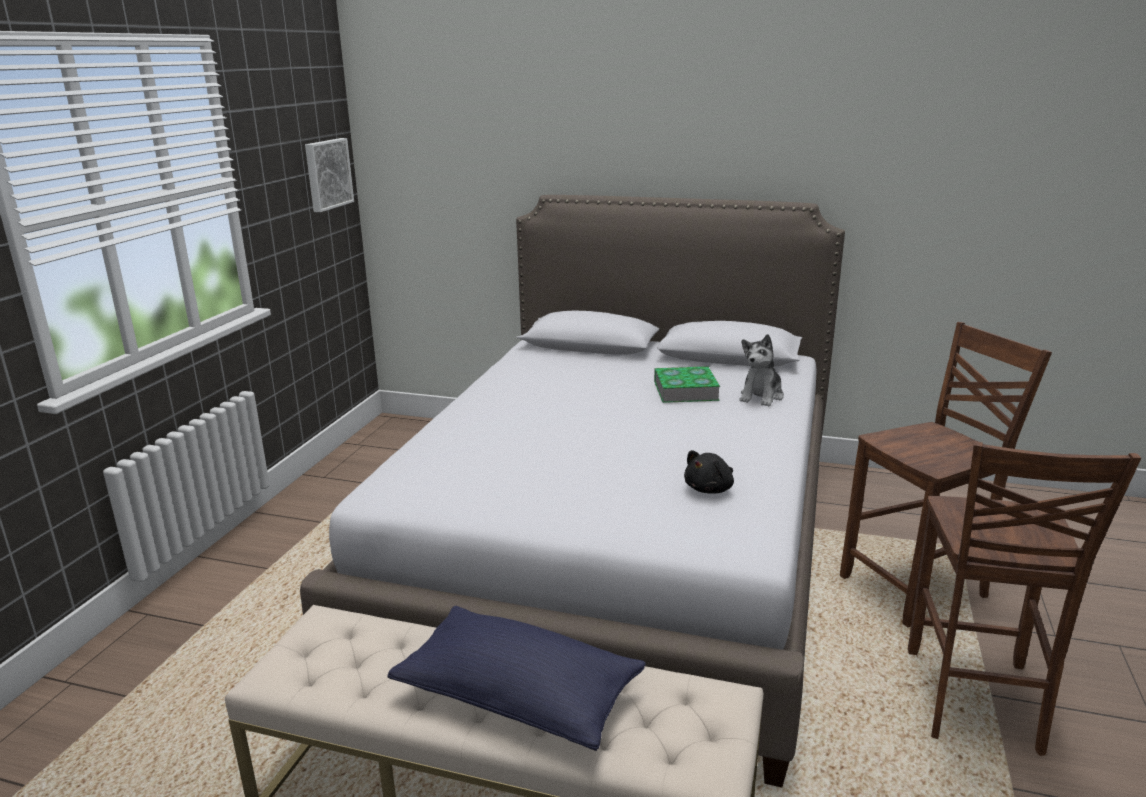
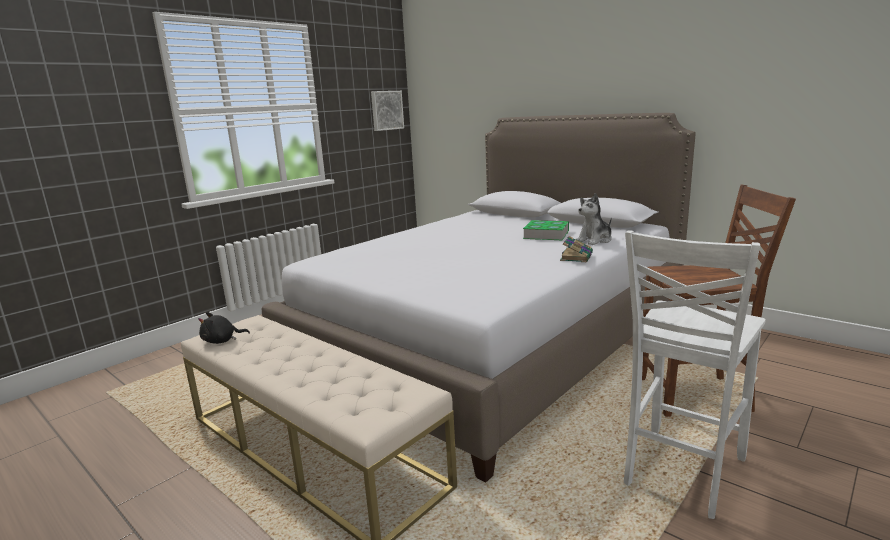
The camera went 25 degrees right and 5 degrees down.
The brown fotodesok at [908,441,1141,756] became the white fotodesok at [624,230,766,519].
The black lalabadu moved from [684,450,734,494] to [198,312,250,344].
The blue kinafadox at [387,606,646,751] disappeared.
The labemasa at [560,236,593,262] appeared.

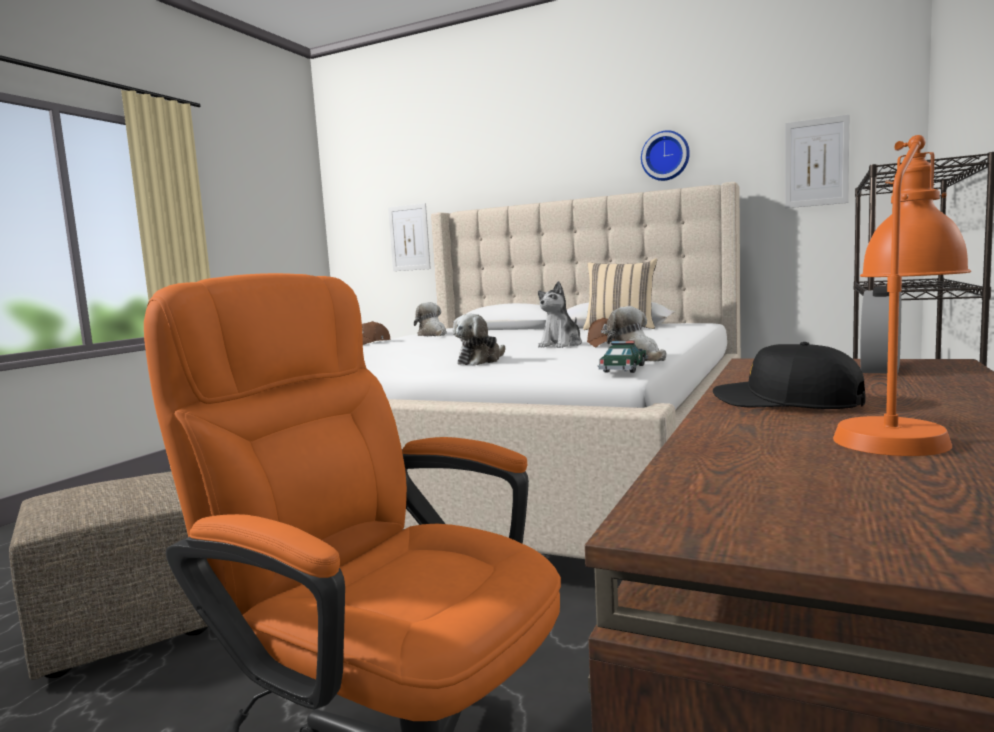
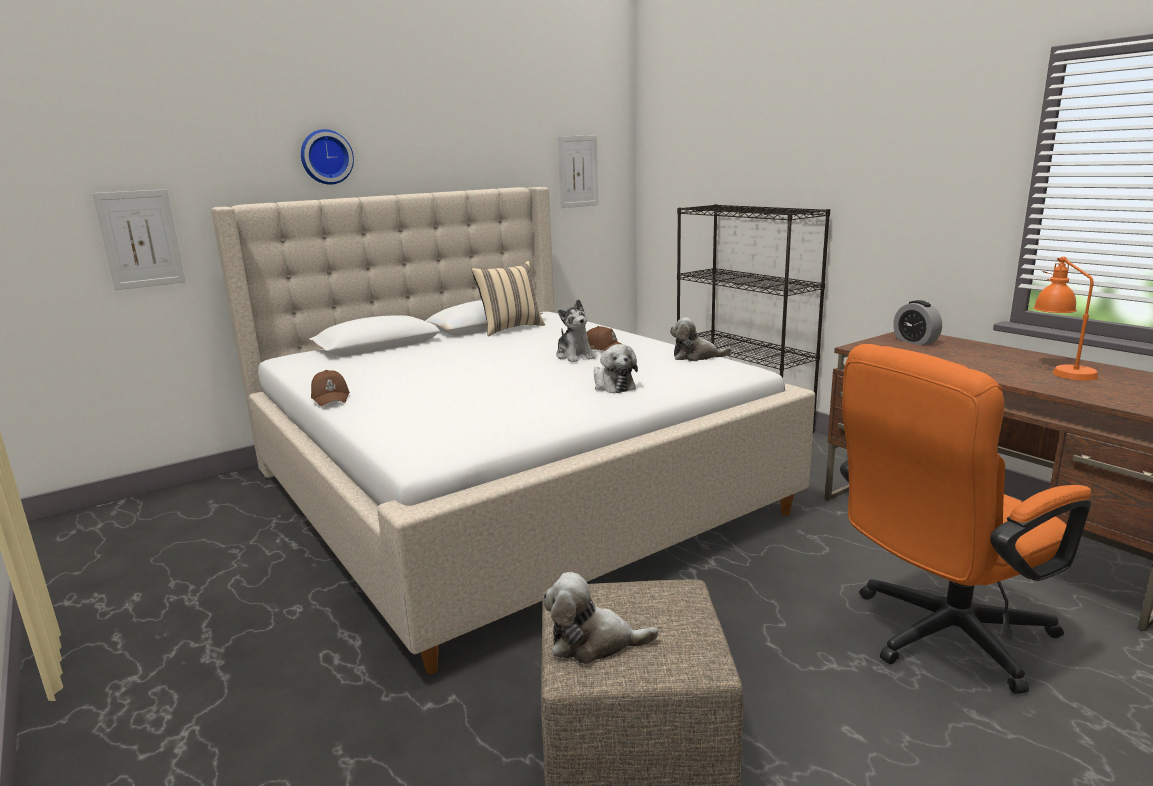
The camera went 60 degrees left and 10 degrees up.
The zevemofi moved from [641,130,690,181] to [301,129,354,185].
The lalabadu moved from [414,302,447,336] to [543,572,659,664].
The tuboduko at [598,341,648,373] disappeared.
The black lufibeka at [713,342,865,409] disappeared.

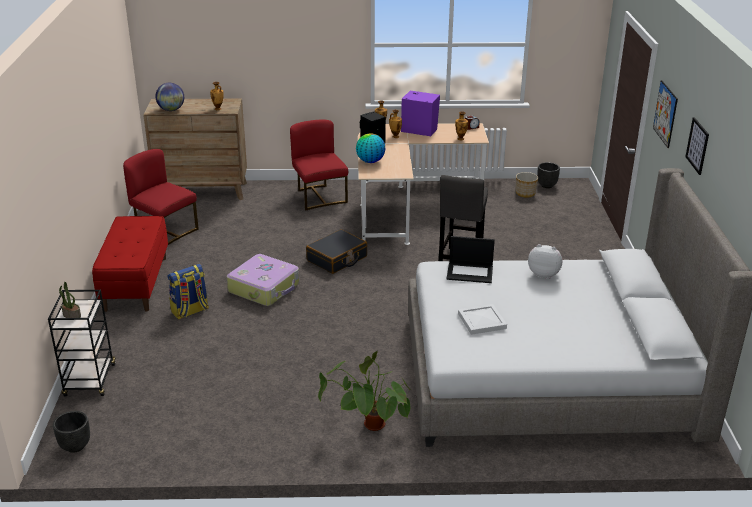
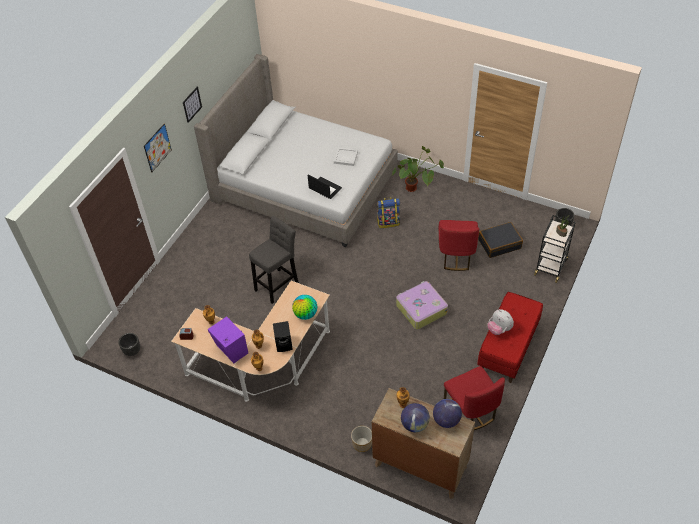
The camera went 150 degrees left and 20 degrees up.
The red fotodesok moved from [290,120,348,210] to [439,220,479,271].
The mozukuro moved from [516,172,538,198] to [351,426,372,452].
The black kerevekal moved from [306,229,367,274] to [478,222,523,258].
The lalabadu moved from [528,244,562,279] to [488,309,514,335].
The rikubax moved from [167,264,209,320] to [377,197,400,228].
The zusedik at [401,403,430,432] appeared.

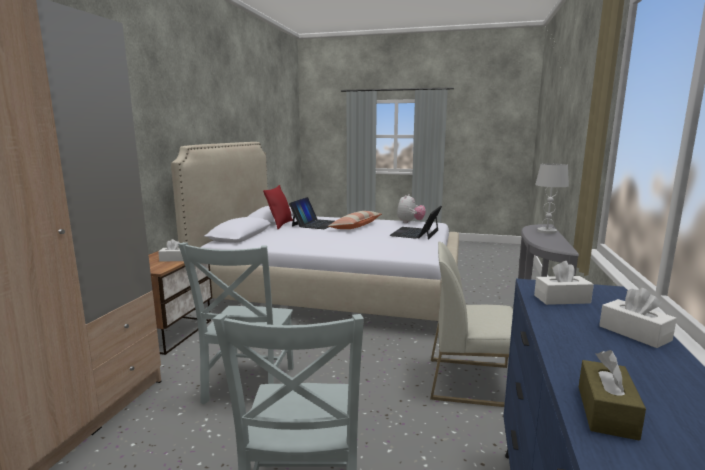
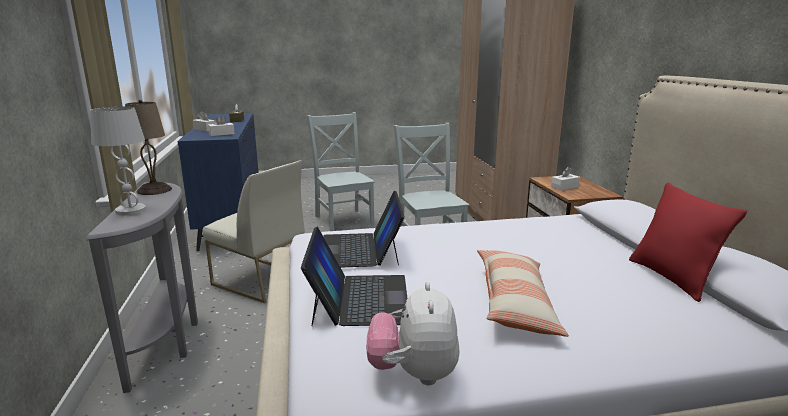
The camera went 155 degrees right and 5 degrees up.
The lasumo moved from [289,197,335,229] to [323,191,405,268].
The white fotodesok at [430,242,513,407] turned 45 degrees clockwise.
The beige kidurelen at [125,100,172,195] appeared.

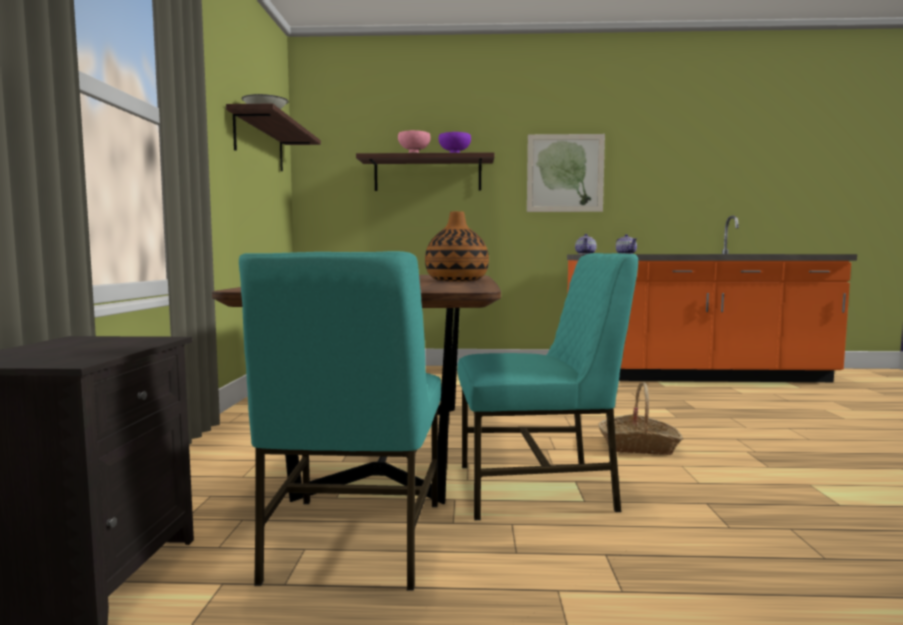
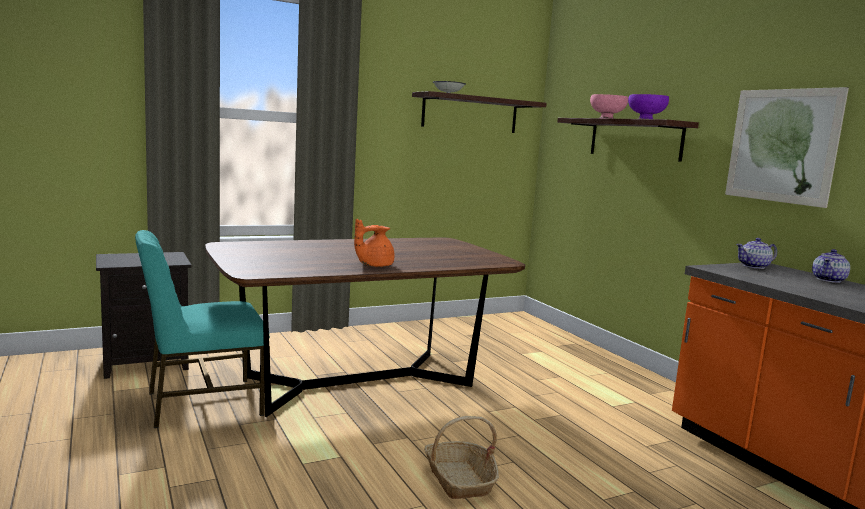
The camera went 60 degrees right and 5 degrees up.
The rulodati at [425,211,489,281] was replaced by the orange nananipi at [354,219,395,267].
The turquoise fotodesok at [457,253,638,520] disappeared.

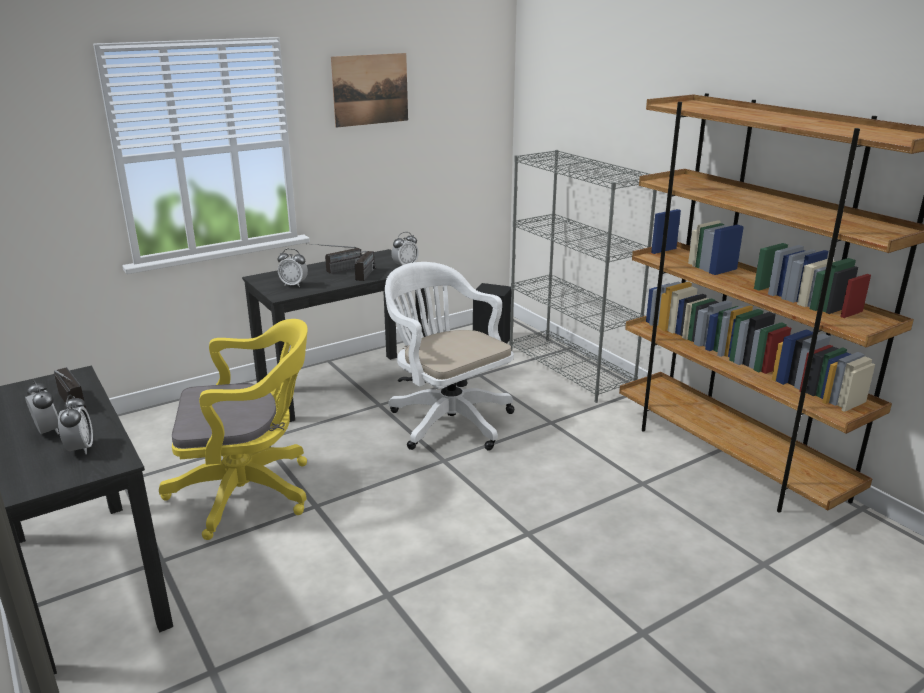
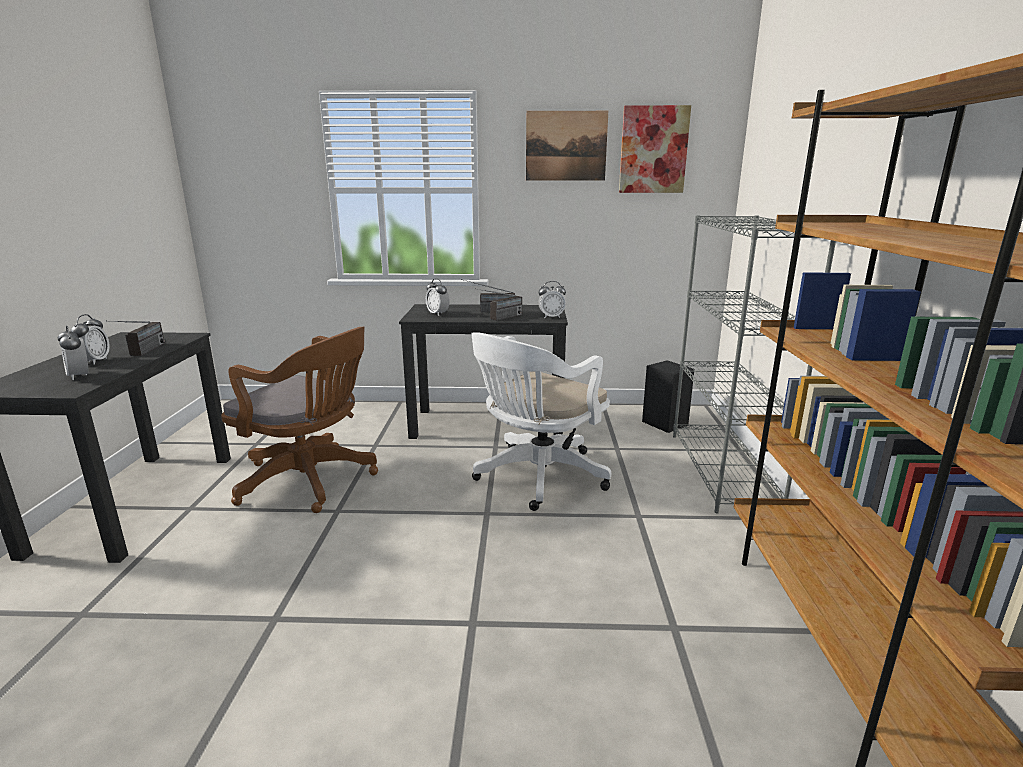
The camera went 35 degrees right and 5 degrees down.
The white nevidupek at [385,262,515,450] turned 135 degrees counterclockwise.
The yellow nevidupek at [159,319,308,540] became the brown nevidupek at [221,327,378,513].
The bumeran at [58,394,93,454] turned 120 degrees clockwise.
The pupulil at [619,105,691,193] appeared.

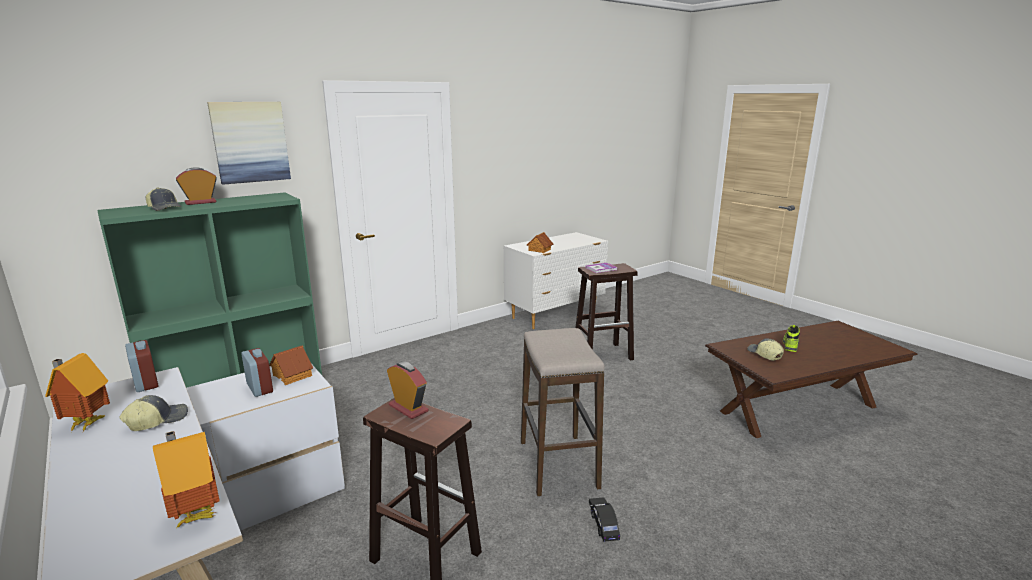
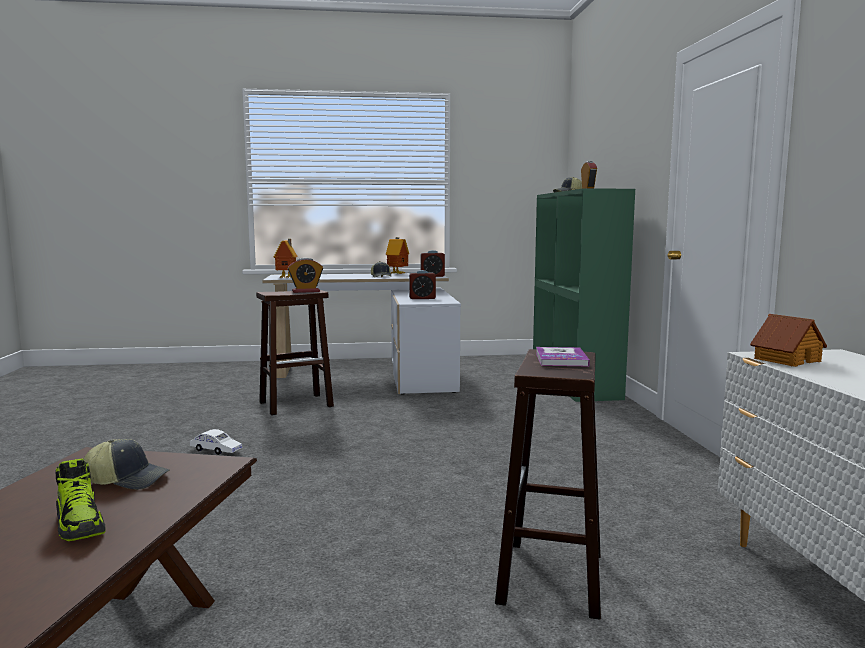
The camera went 120 degrees right and 10 degrees down.
The pupulil at [207,102,291,185] disappeared.
The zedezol at [521,328,605,496] disappeared.
The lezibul at [269,345,313,385] disappeared.
The black tuboduko at [589,497,620,542] became the white tuboduko at [190,429,242,455].

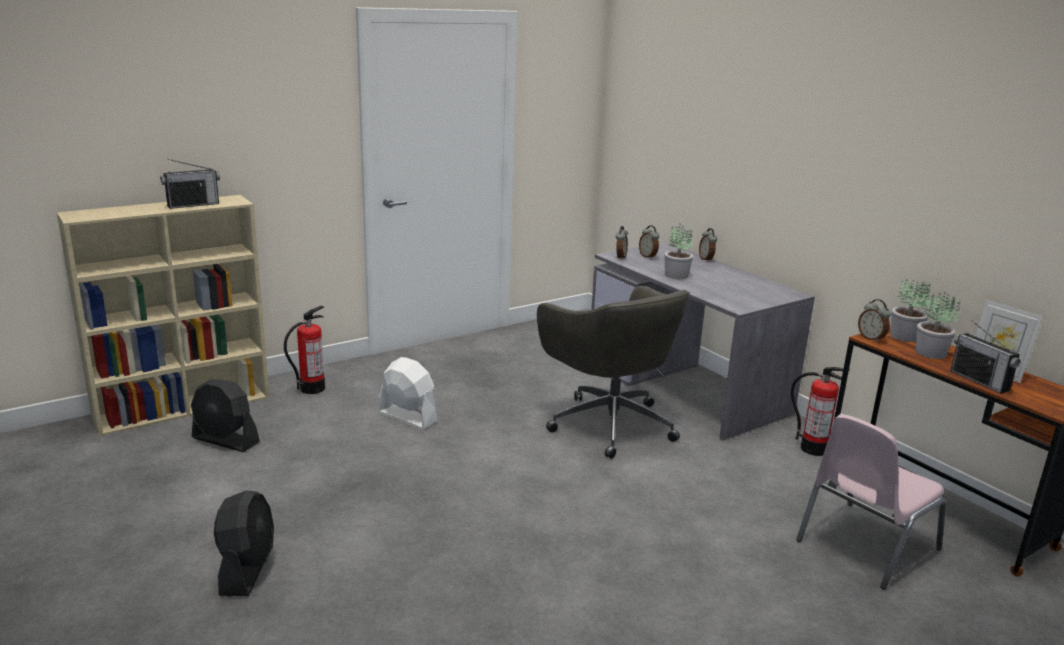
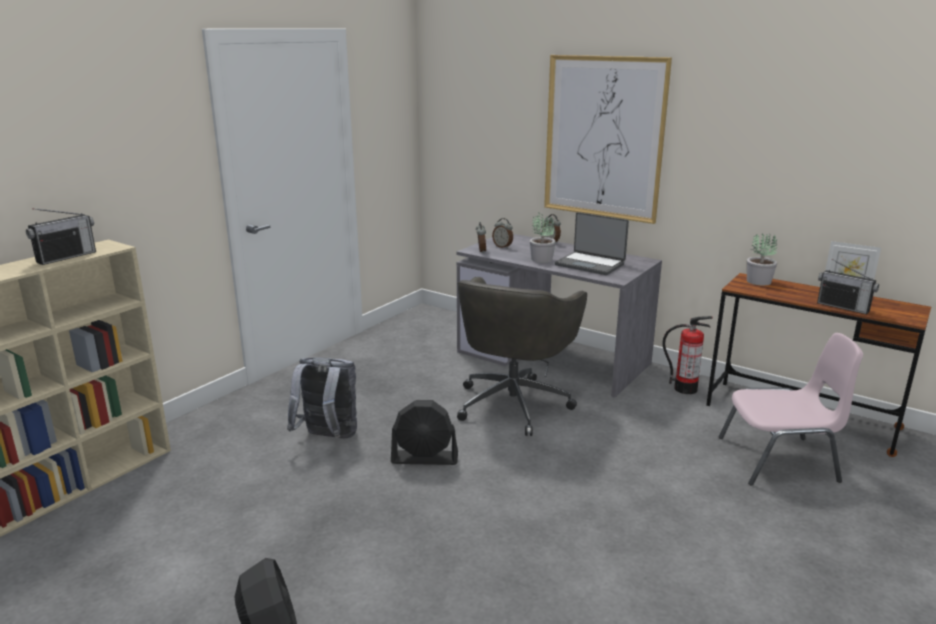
The camera went 20 degrees left and 0 degrees up.
The grey nevidupek at [537,286,690,459] turned 75 degrees clockwise.
The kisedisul at [915,292,960,359] disappeared.
The bumeran at [858,299,891,343] disappeared.
The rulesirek at [284,305,325,394] disappeared.
The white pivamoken at [377,357,438,429] was replaced by the grey rikubax at [287,357,357,439].
The black pivamoken moved from [191,379,260,452] to [391,400,458,465].
The pink fotodesok at [796,414,946,589] turned 120 degrees counterclockwise.
The pupulil at [544,55,672,224] appeared.
The lasumo at [555,212,629,275] appeared.

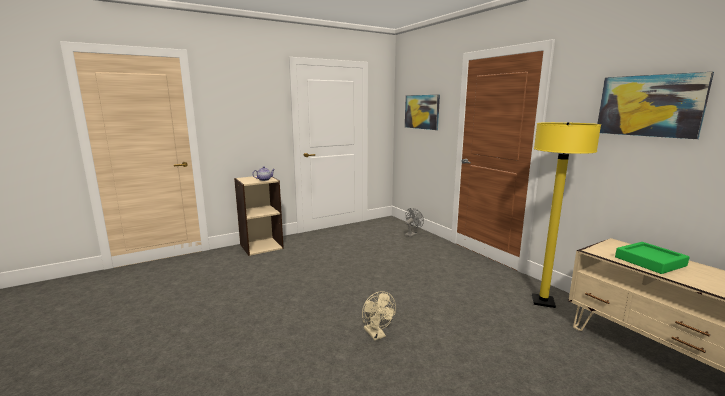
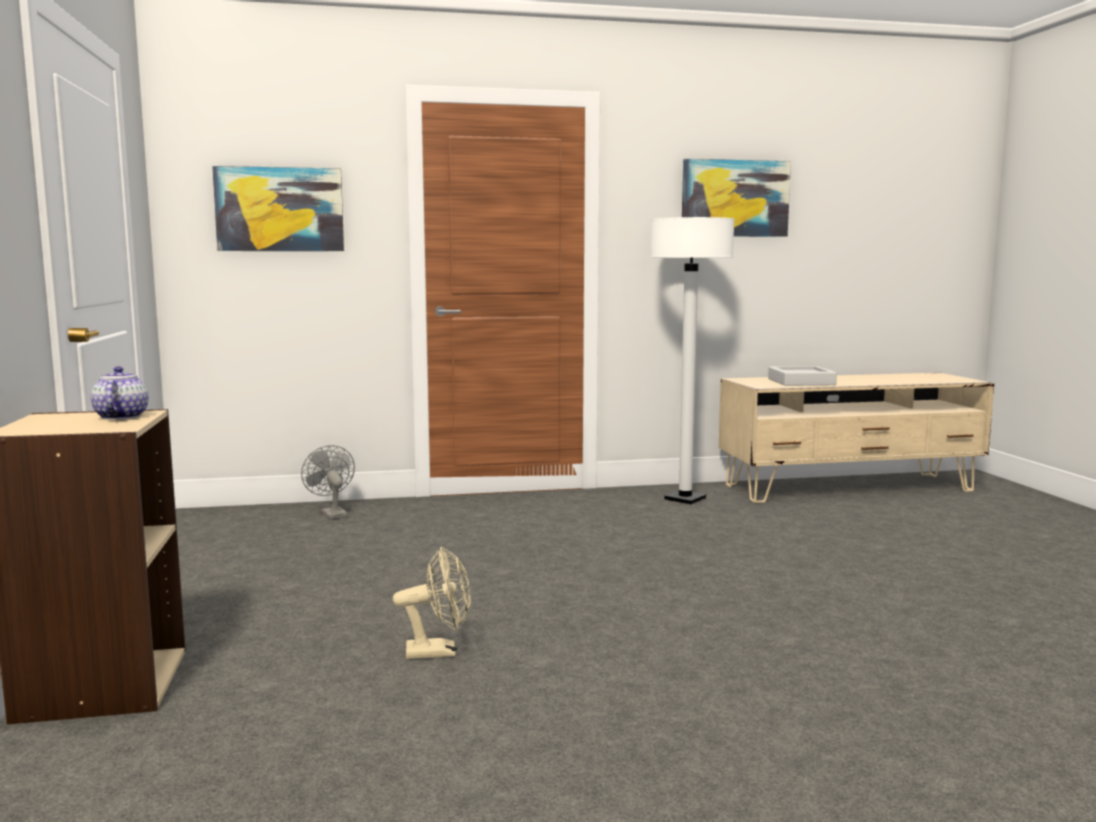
The camera went 70 degrees left and 5 degrees down.
The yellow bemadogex at [532,122,601,308] became the white bemadogex at [650,217,734,504].
The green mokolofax at [615,242,690,274] became the grey mokolofax at [768,366,837,386].
The beige pivamoken moved from [362,291,396,340] to [393,547,471,659].

